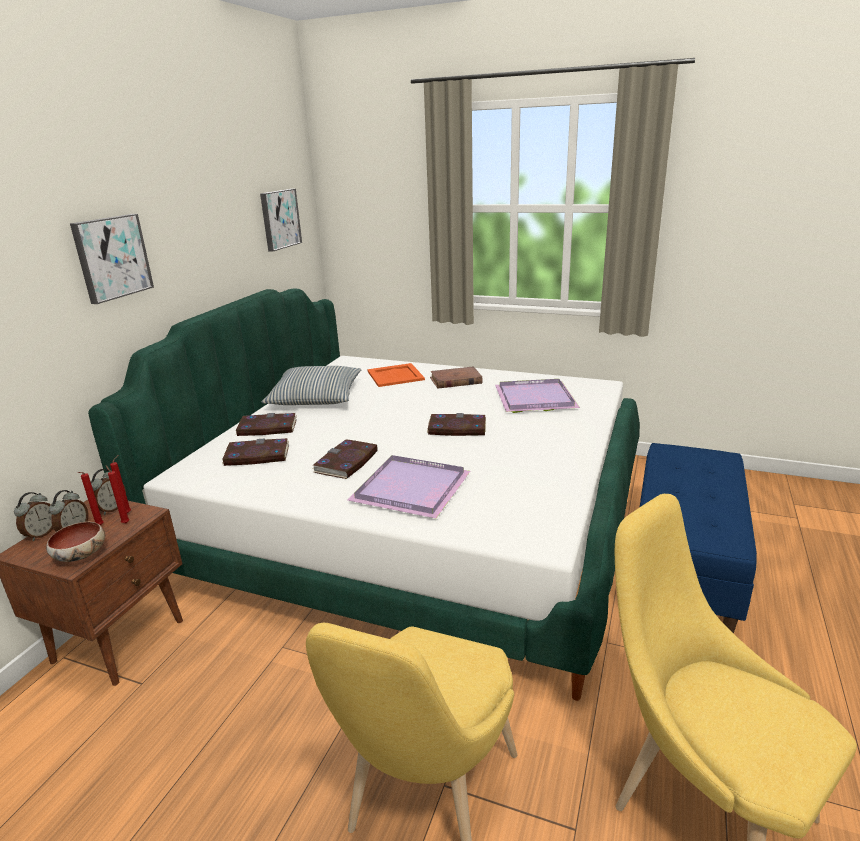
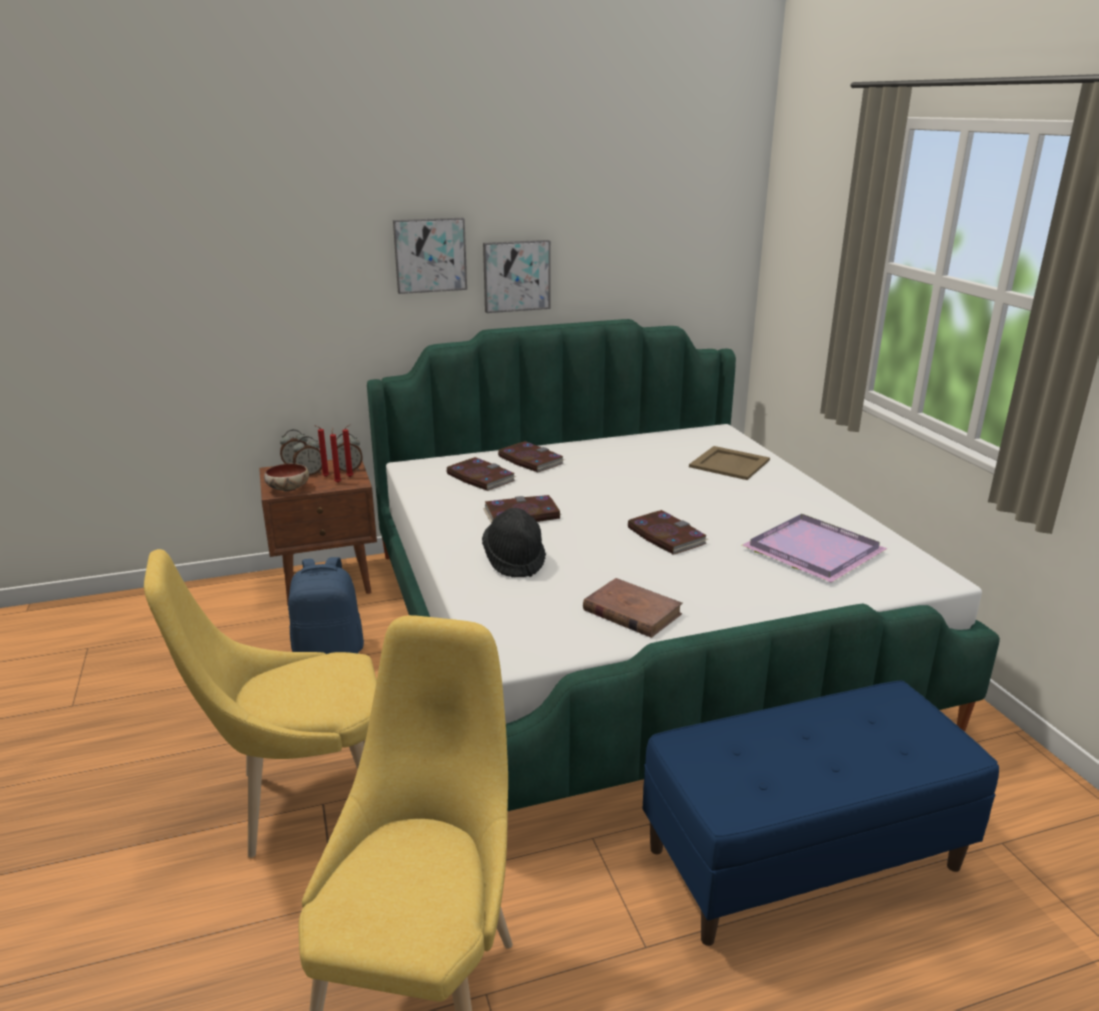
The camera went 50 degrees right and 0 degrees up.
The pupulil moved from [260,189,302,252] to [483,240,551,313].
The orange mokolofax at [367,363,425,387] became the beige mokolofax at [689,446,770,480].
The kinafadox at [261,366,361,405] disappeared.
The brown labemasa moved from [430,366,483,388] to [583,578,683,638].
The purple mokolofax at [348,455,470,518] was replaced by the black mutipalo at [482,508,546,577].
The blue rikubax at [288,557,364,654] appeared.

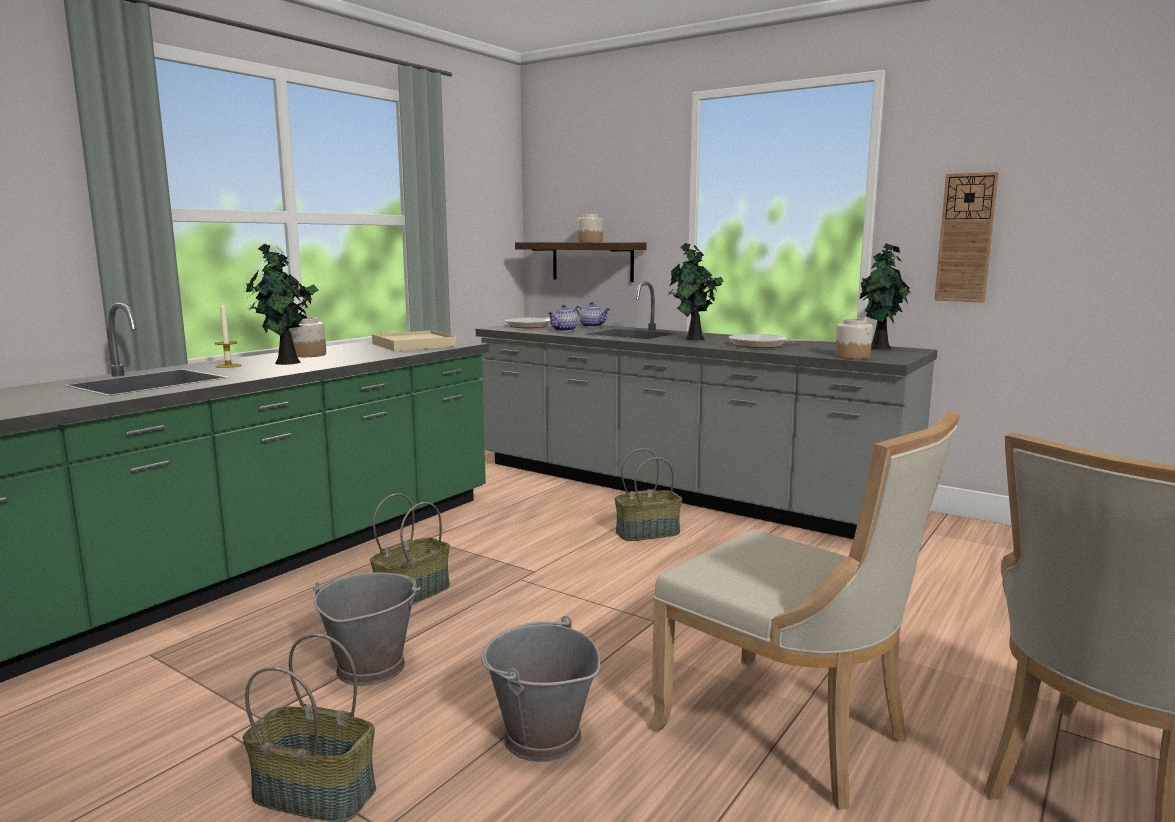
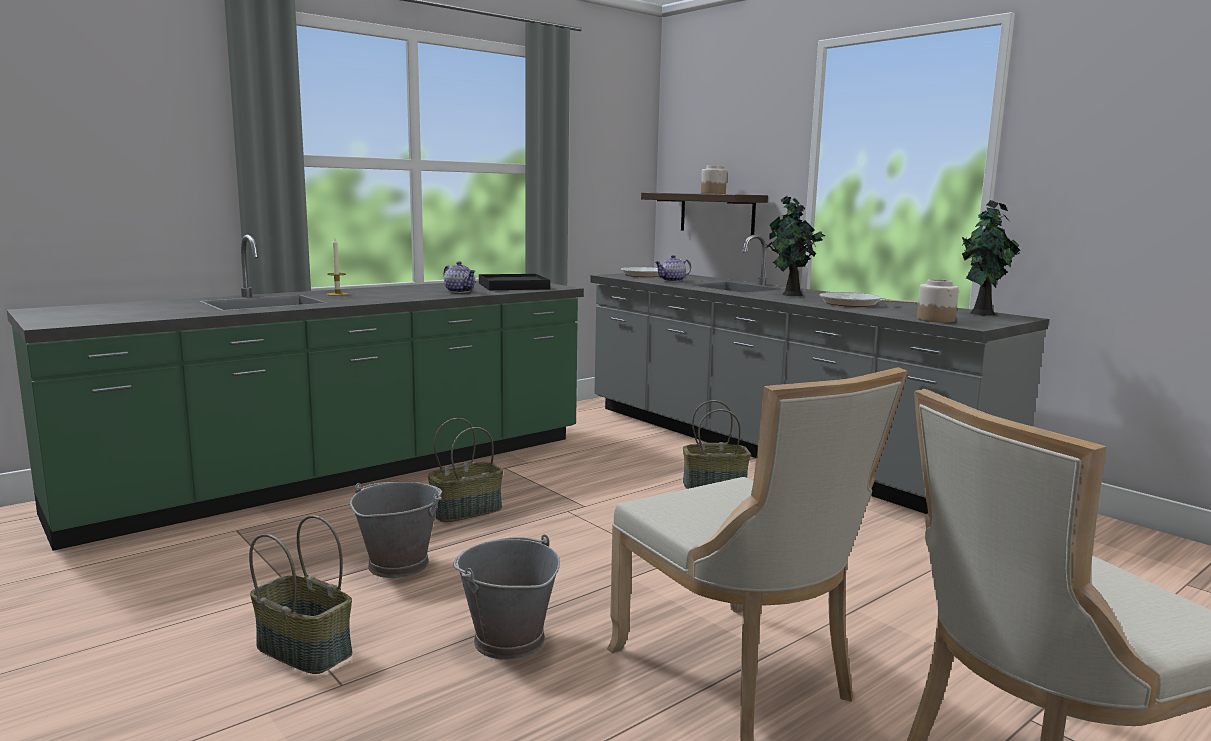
The camera went 15 degrees right and 0 degrees up.
The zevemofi at [934,172,999,303] disappeared.
The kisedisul at [246,243,319,365] disappeared.
The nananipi moved from [575,302,610,327] to [444,261,475,293].
The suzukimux at [289,317,326,357] disappeared.
The beige mokolofax at [372,330,457,351] became the black mokolofax at [479,274,550,290].

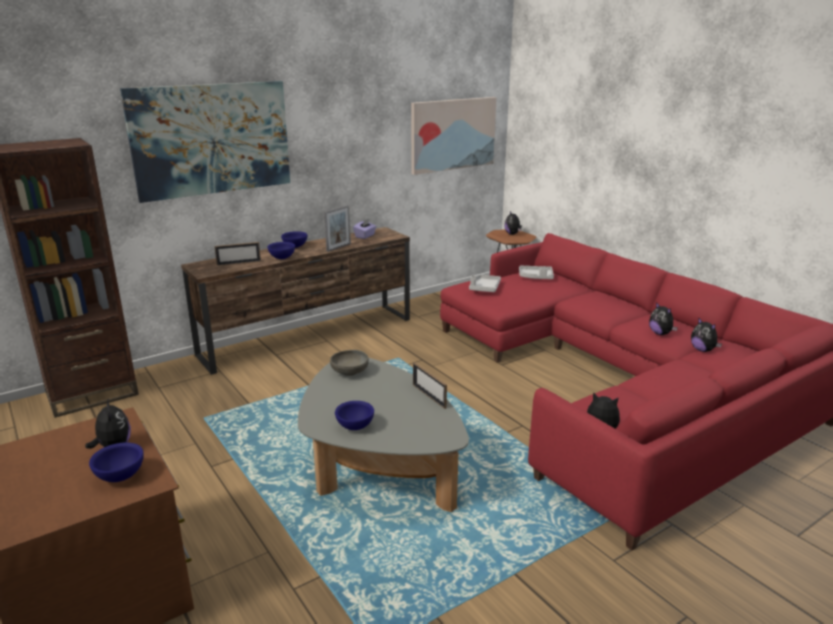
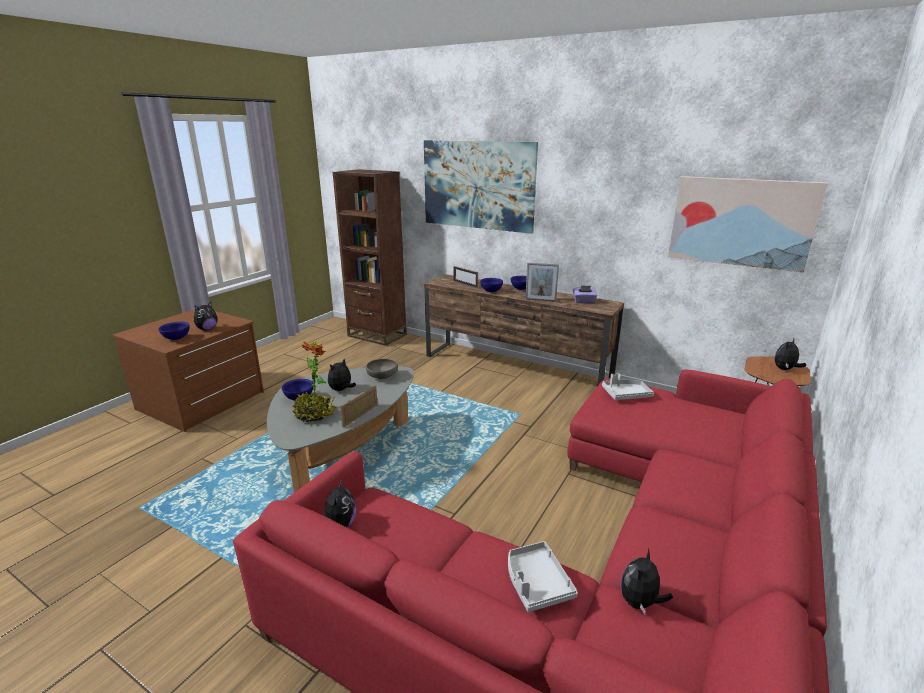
The camera went 65 degrees right and 0 degrees up.
The grey mokolofax moved from [519,265,554,279] to [508,541,578,612].
The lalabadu moved from [649,302,678,335] to [328,359,356,391].
The kisedisul at [291,342,337,422] appeared.

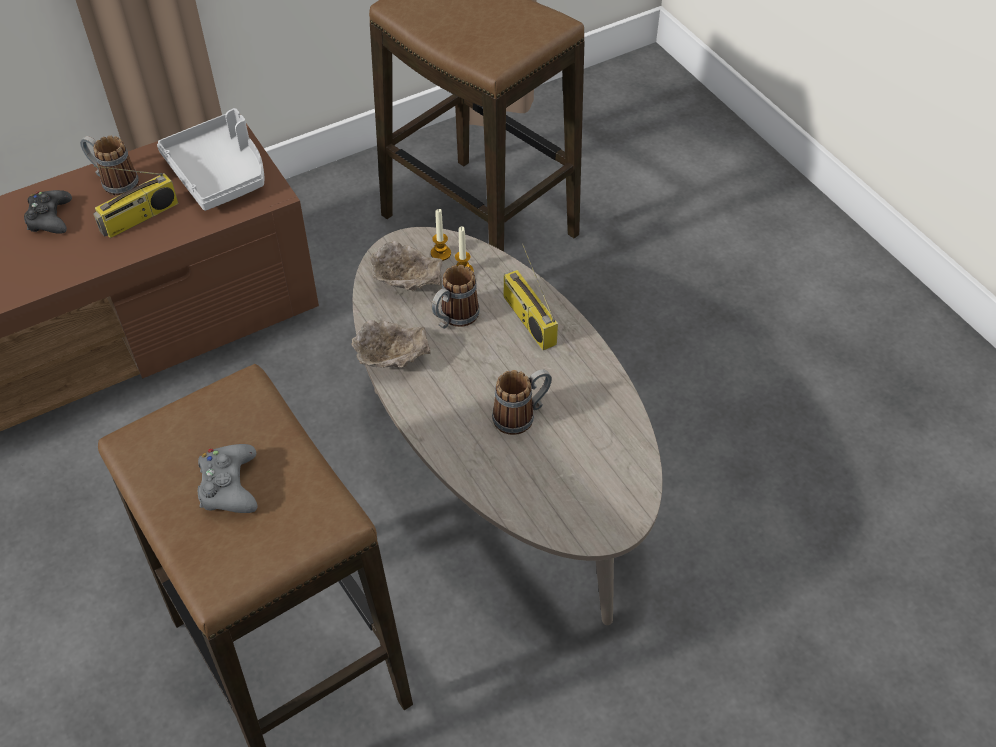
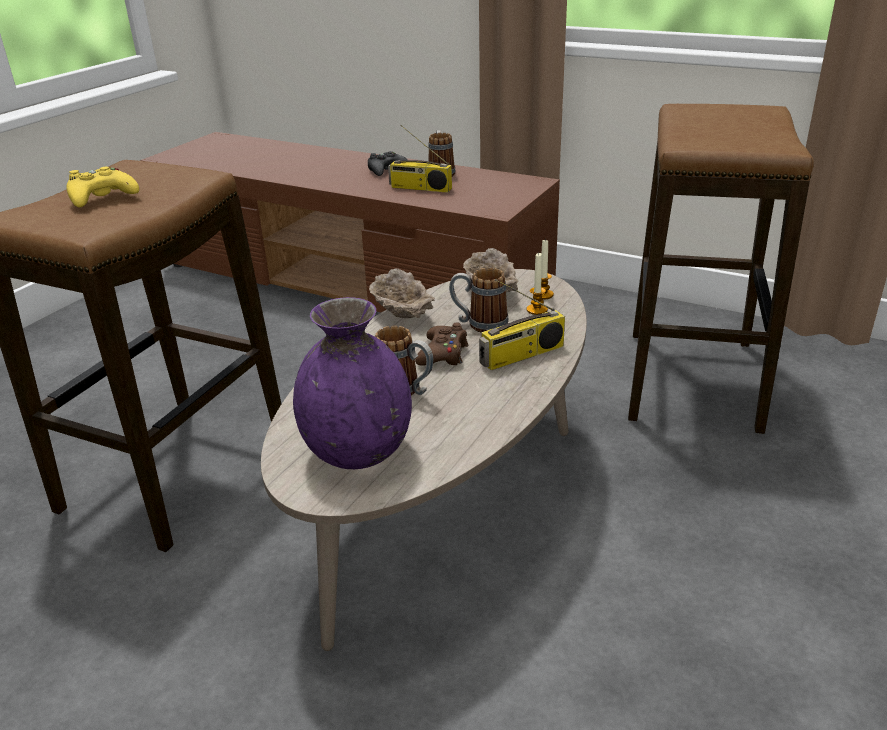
The camera went 60 degrees right and 20 degrees down.
The grey mokolofax at [157,108,264,211] disappeared.
The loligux at [504,243,558,350] turned 150 degrees counterclockwise.
The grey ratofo at [198,444,257,513] became the yellow ratofo at [66,167,139,207].
The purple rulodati at [293,297,412,469] appeared.
The brown ratofo at [415,323,468,366] appeared.

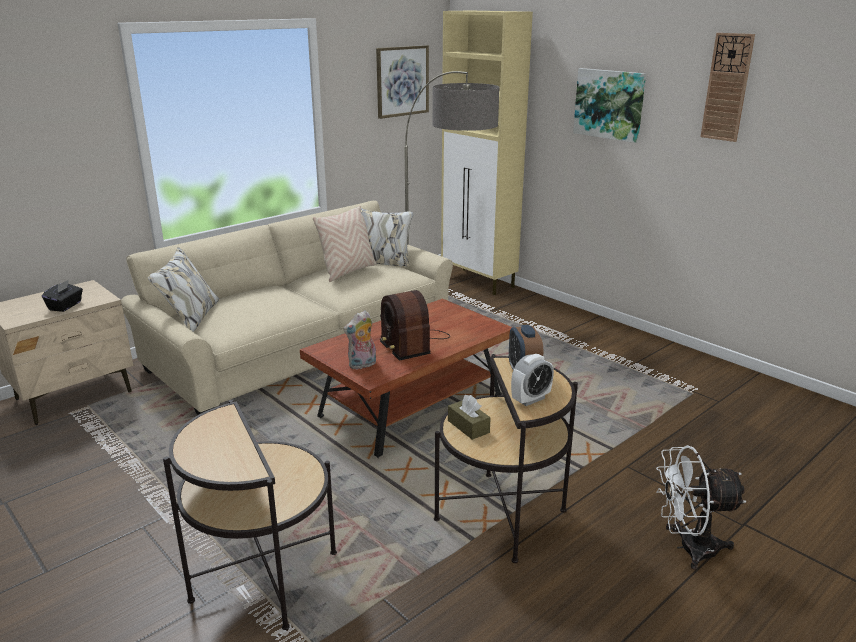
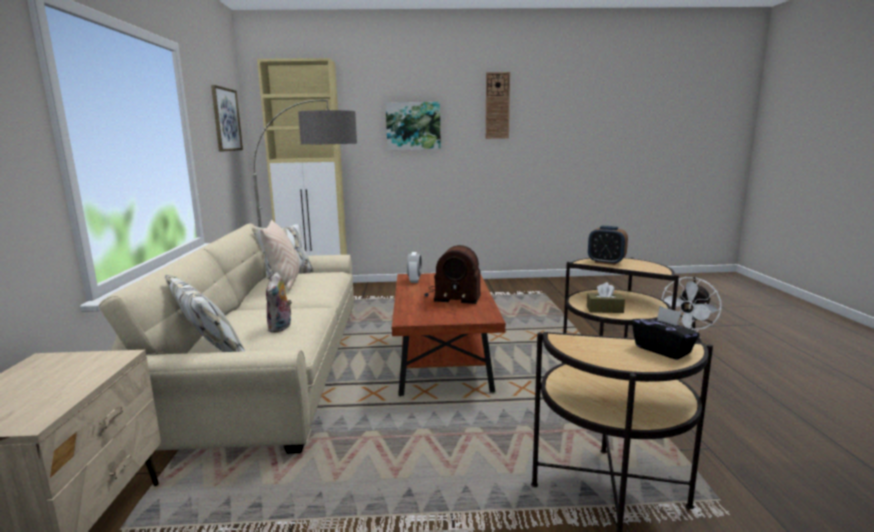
The camera went 50 degrees left and 10 degrees down.
The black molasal moved from [42,280,83,312] to [632,306,700,360].
The lalabadu moved from [343,310,376,370] to [266,272,292,333].
The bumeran moved from [511,354,554,406] to [407,252,422,283].

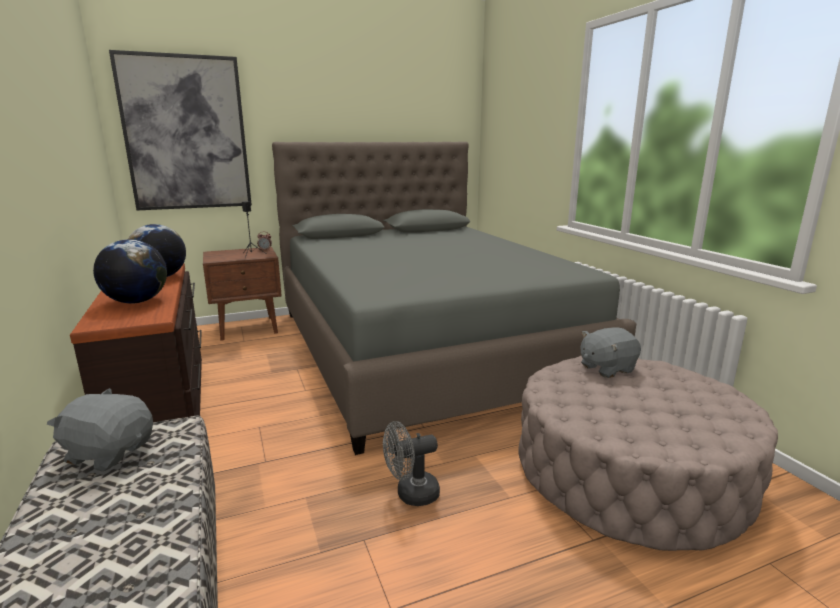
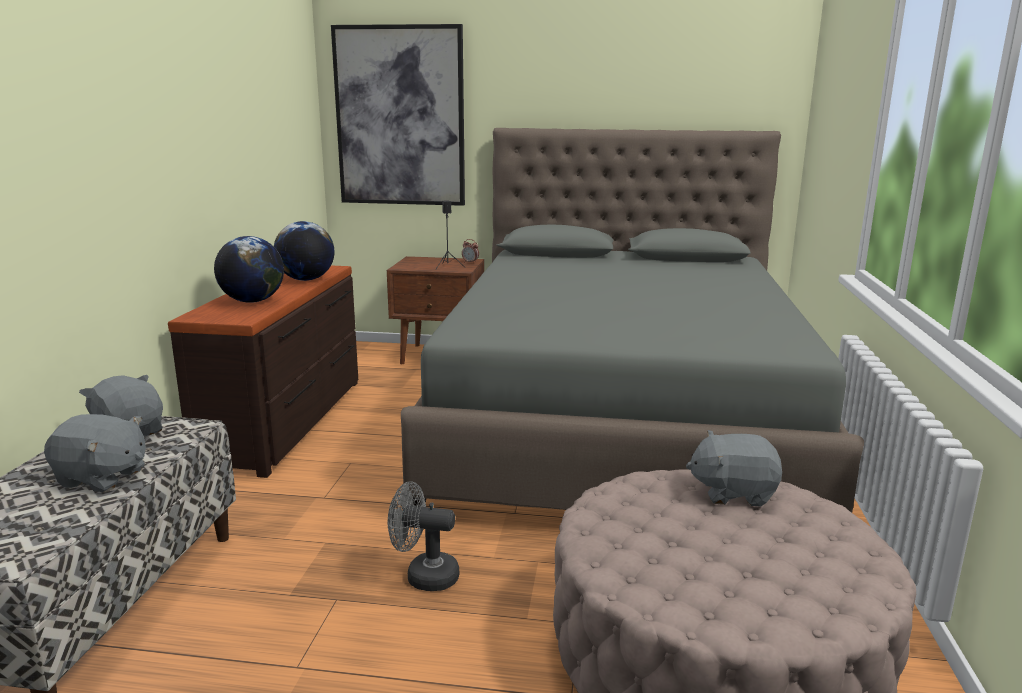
The camera went 30 degrees right and 0 degrees up.
The grey lalabadu at [44,414,145,492] appeared.

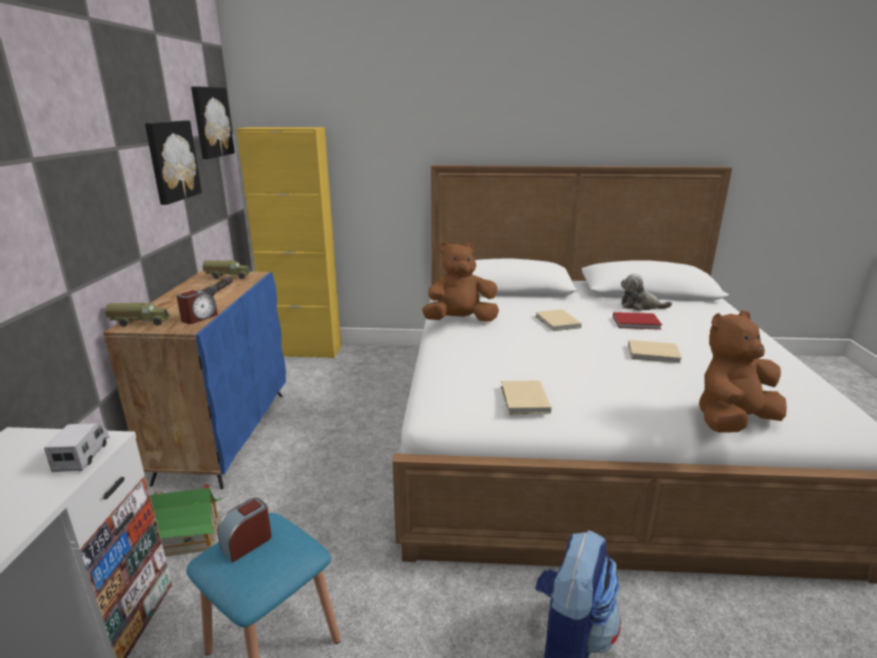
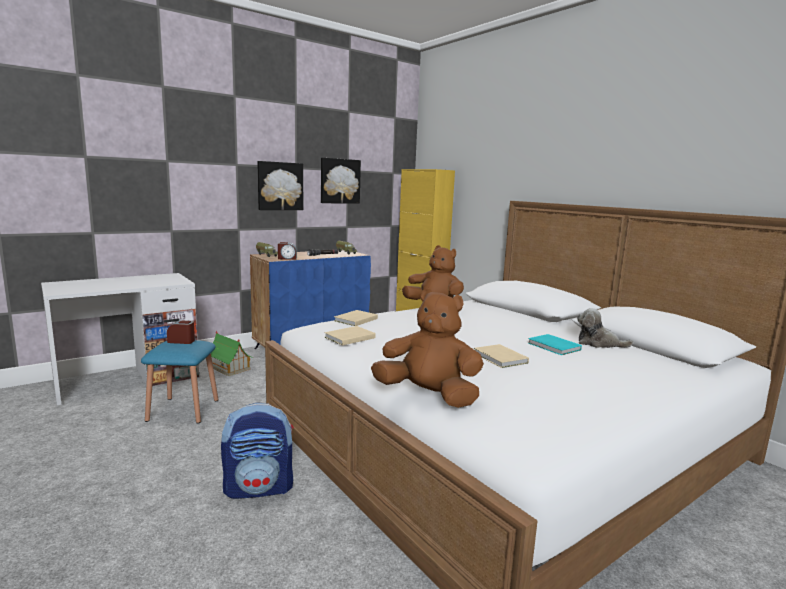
The camera went 50 degrees right and 10 degrees down.
The pupulil moved from [191,86,235,159] to [257,161,303,210].
The lalabadu at [621,273,672,311] turned 45 degrees counterclockwise.
The beige labemasa moved from [535,309,582,331] to [334,310,378,326].
The red labemasa at [613,312,662,330] became the turquoise labemasa at [528,334,582,355].
The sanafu at [44,423,110,472] disappeared.

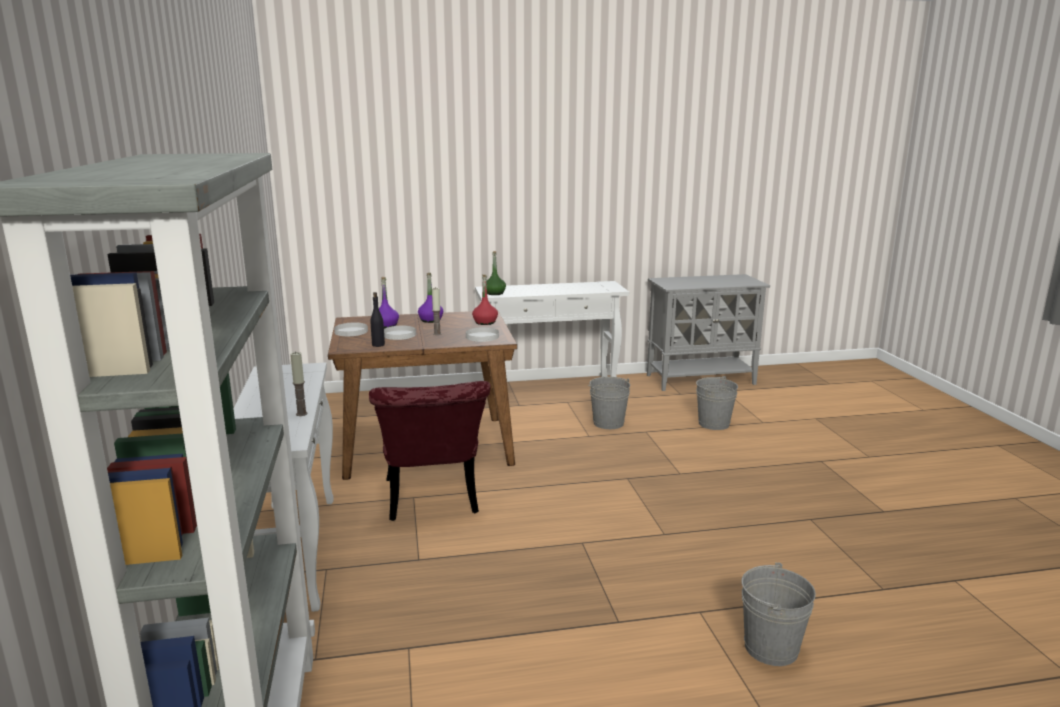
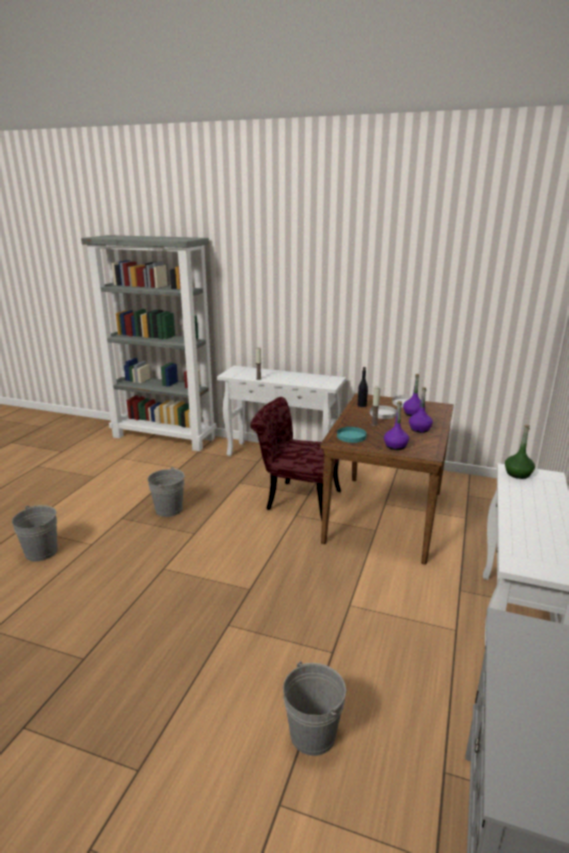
The camera went 120 degrees right and 5 degrees up.
The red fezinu at [472,274,498,325] became the purple fezinu at [384,401,409,450].
The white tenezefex at [466,327,499,342] became the turquoise tenezefex at [337,427,367,443].
The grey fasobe moved from [588,377,630,429] to [148,467,184,517].

